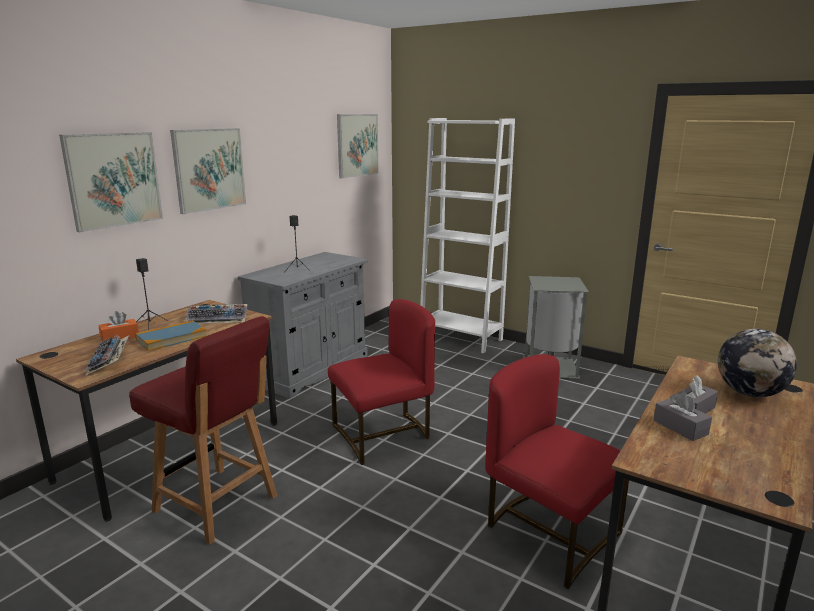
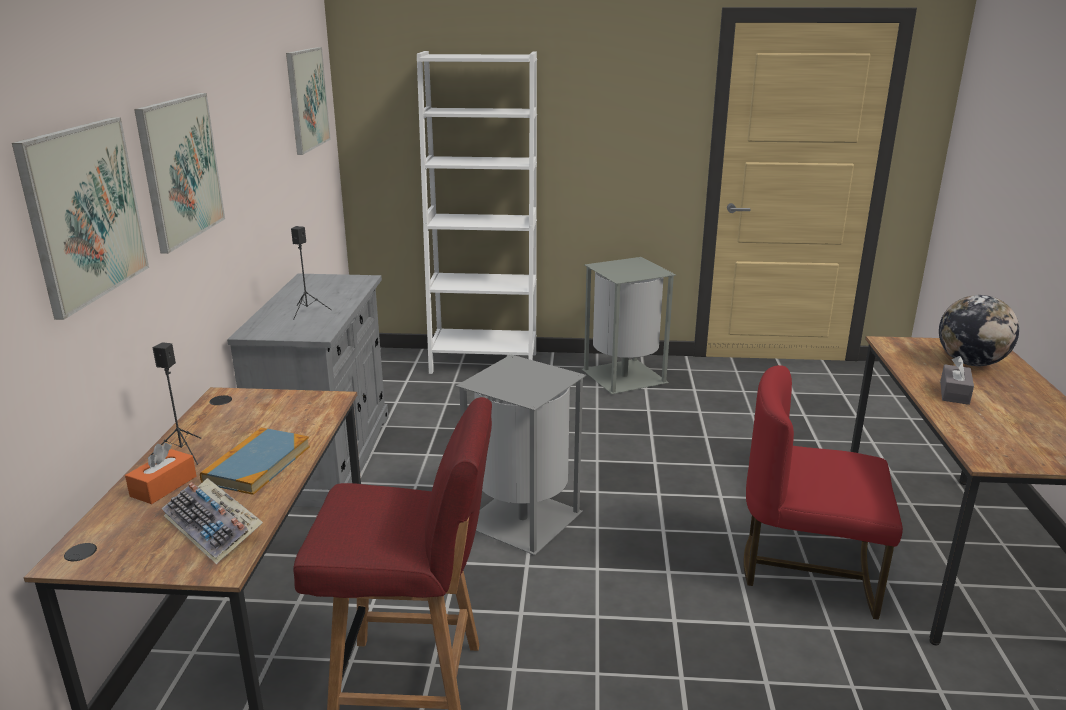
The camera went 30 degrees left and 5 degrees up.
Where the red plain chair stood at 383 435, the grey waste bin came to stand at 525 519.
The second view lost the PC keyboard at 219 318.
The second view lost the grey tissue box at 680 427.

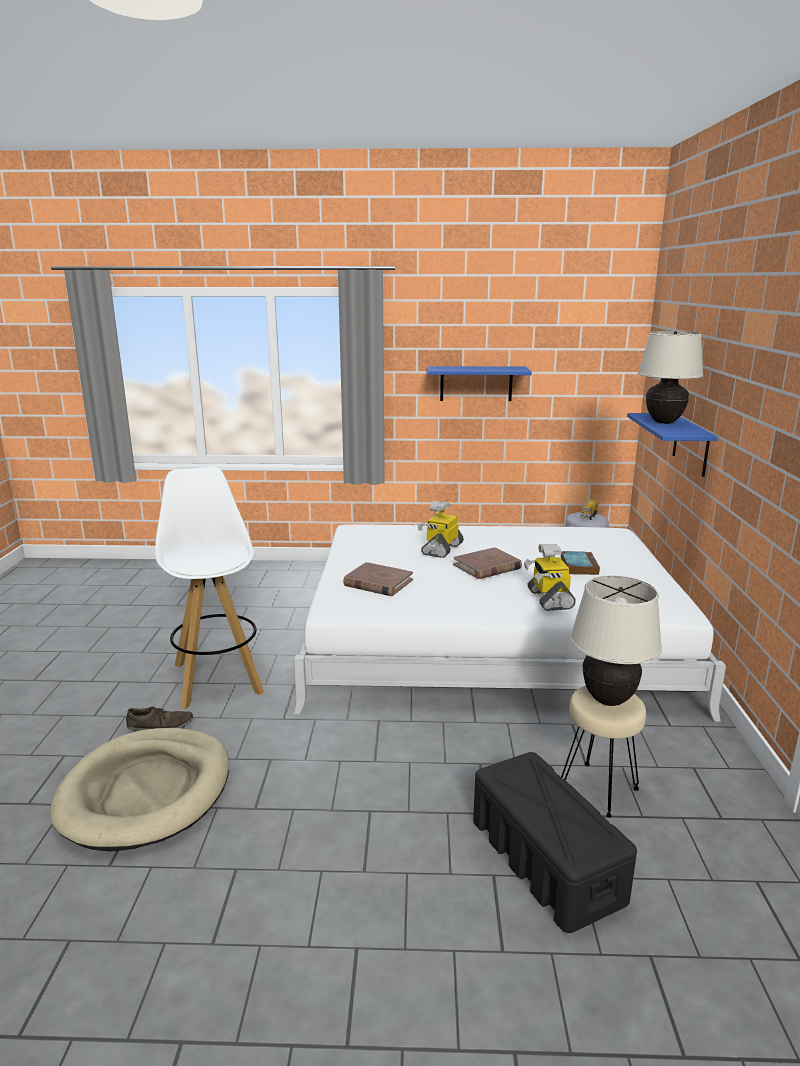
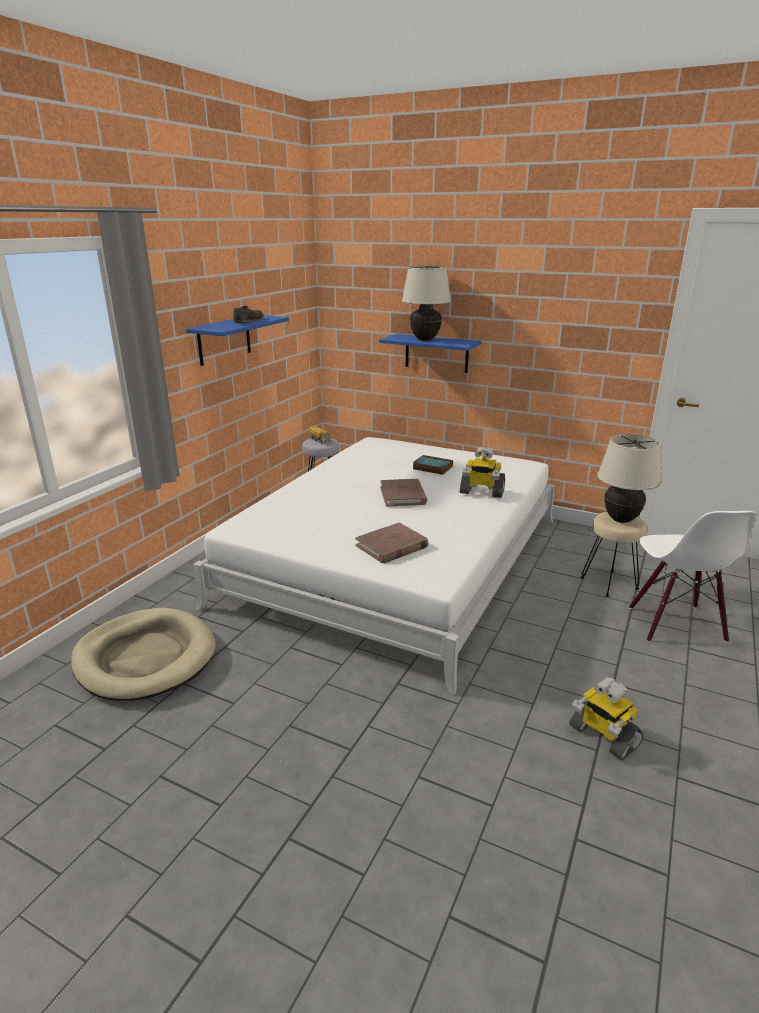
The camera went 65 degrees left and 5 degrees up.
The second view lost the white-coloured sitting stool at 217 677.
The model robot ended up elsewhere, having gone from 441 549 to 603 736.
The brown-coloured item of footwear ended up elsewhere, having gone from 160 725 to 249 321.
The sand-coloured dog cushion ended up elsewhere, having gone from 146 792 to 145 658.
Where the blackish storage container stood at 545 859, the white-coloured plain chair came to stand at 675 624.

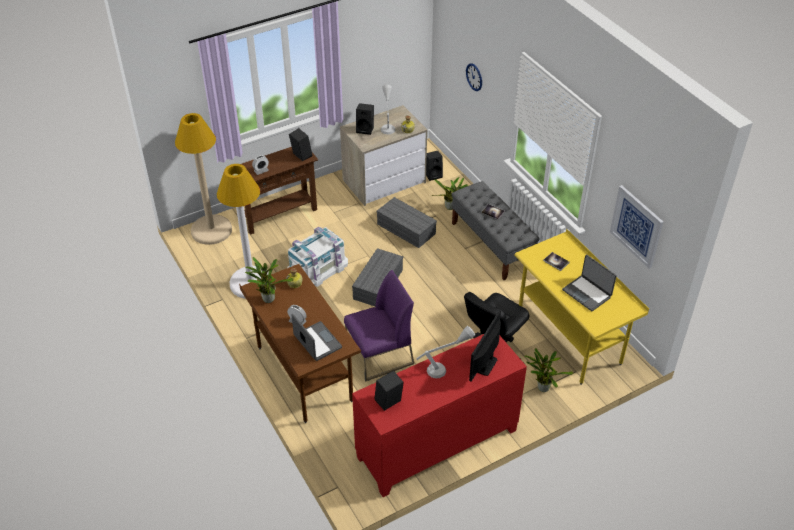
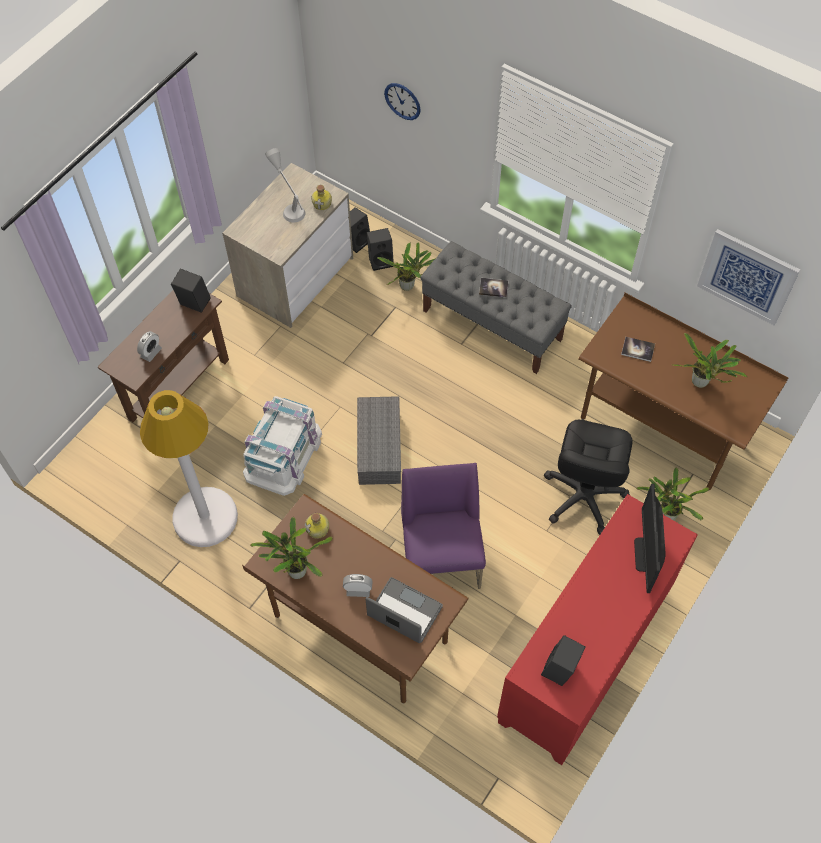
The camera went 25 degrees left and 15 degrees up.
The blackish audio speaker ended up elsewhere, having gone from 365 129 to 381 260.
The second view lost the sand-coloured floor lamp at 211 230.
The second view lost the grey storage container at 407 229.
What was the yellowish desk at 569 339 turned into the brown-coloured desk at 660 429.
Where the portable computer stood at 587 293, the potted plant came to stand at 701 383.
The purple-coloured plain chair at 379 355 ended up facing another way, 45 degrees counterclockwise from before.
The second view lost the grey lamp for a table at 445 367.

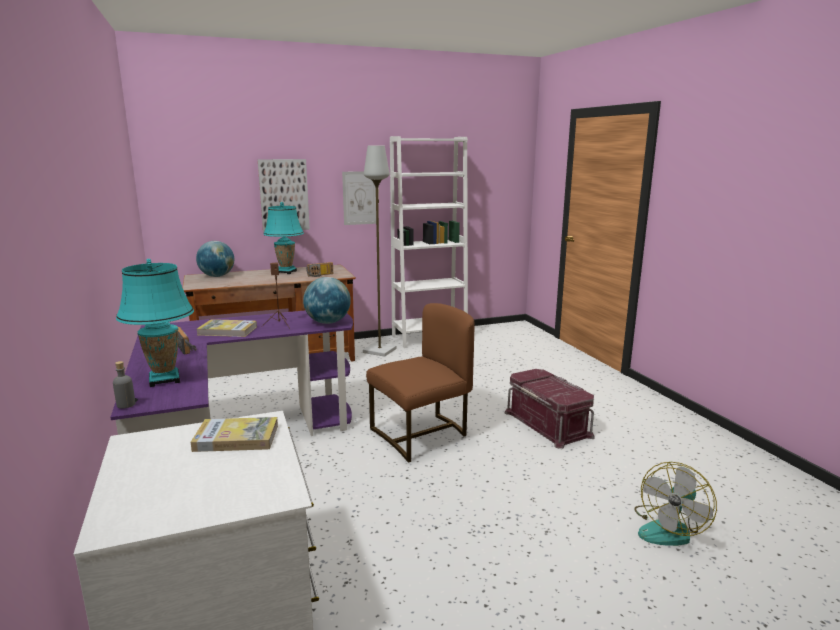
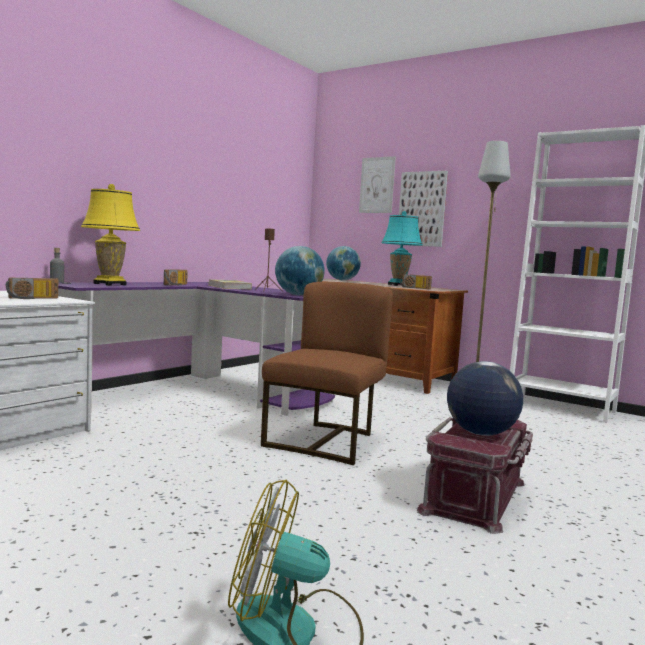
The camera went 55 degrees right and 10 degrees down.
The wall art ended up elsewhere, having gone from 360 198 to 377 185.
What was the blue-green lamp for a table at 164 380 turned into the yellowish lamp for a table at 109 284.
The brown-coloured plain chair at 421 435 ended up facing another way, 90 degrees counterclockwise from before.
Where the bound book stood at 236 438, the radio receiver came to stand at 33 298.
The second view gained the globe at 481 433.

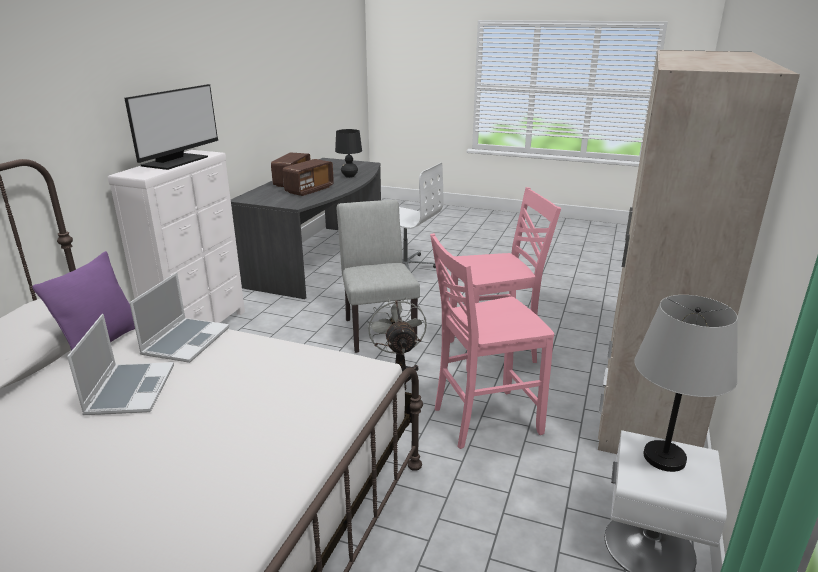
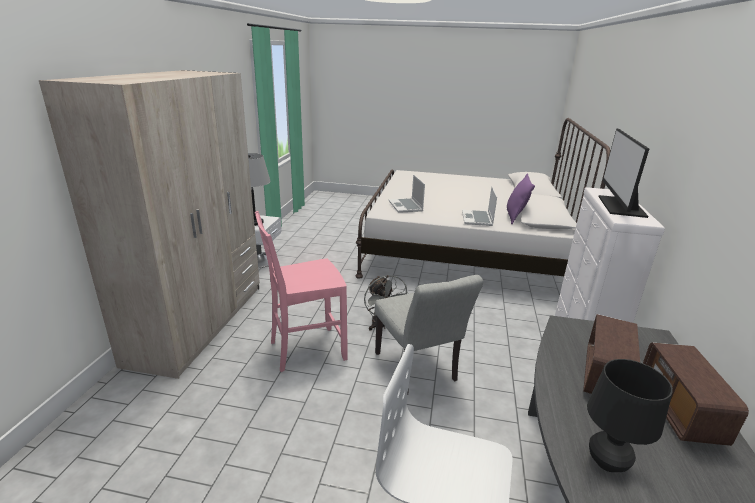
The camera went 170 degrees right and 0 degrees up.
The second view lost the pinkish plain chair at 483 419.
The portable computer ended up elsewhere, having gone from 130 389 to 406 206.

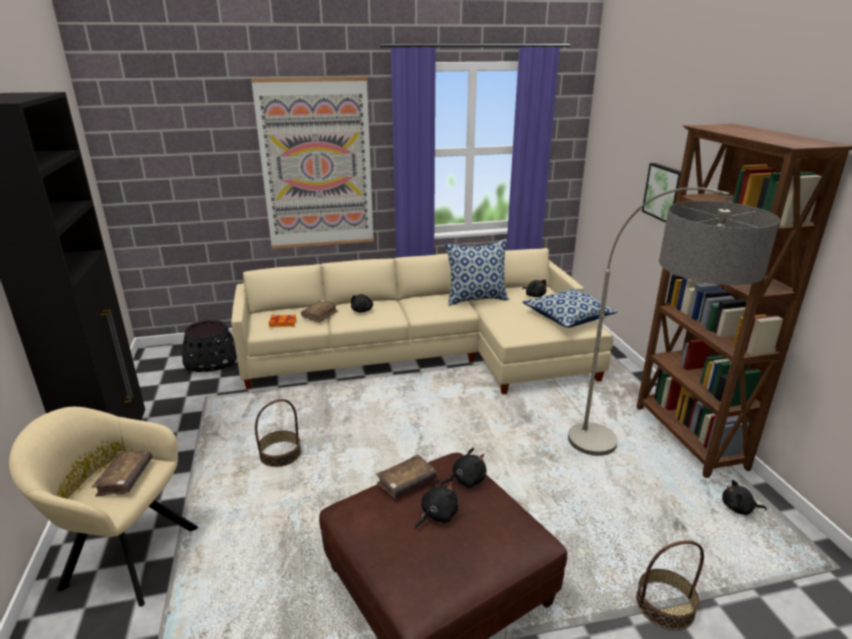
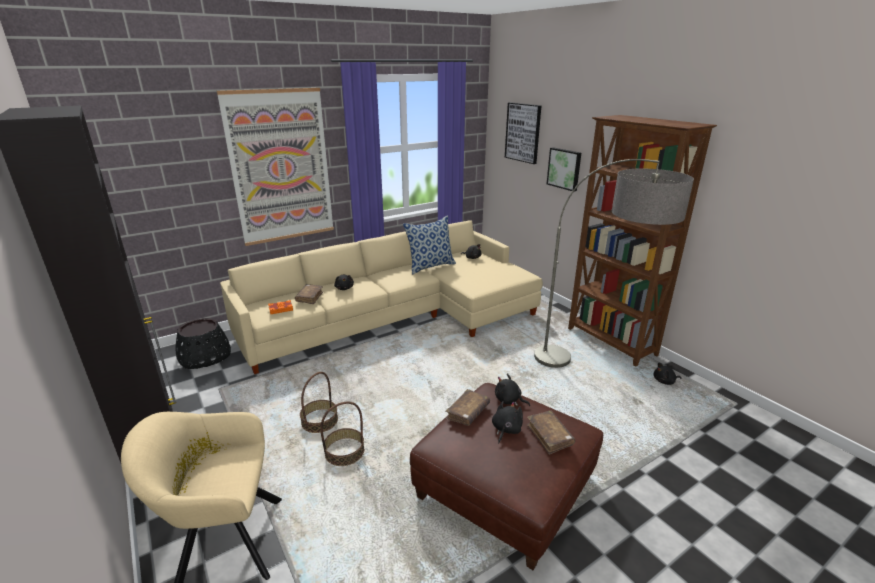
The camera went 20 degrees left and 0 degrees up.
The second view lost the throw pillow at 568 318.
The blackish plush toy at 466 480 ended up facing another way, 105 degrees counterclockwise from before.
The brown-coloured bound book ended up elsewhere, having gone from 125 478 to 549 436.
The household basket ended up elsewhere, having gone from 665 605 to 344 452.
The second view gained the wall art at 523 132.

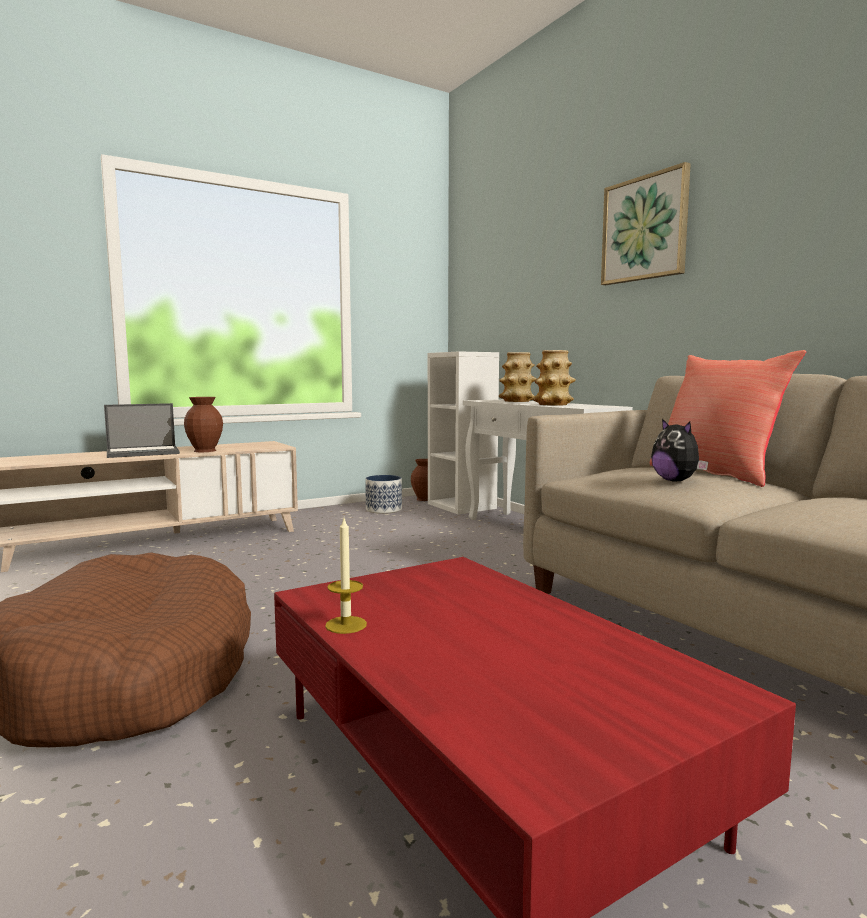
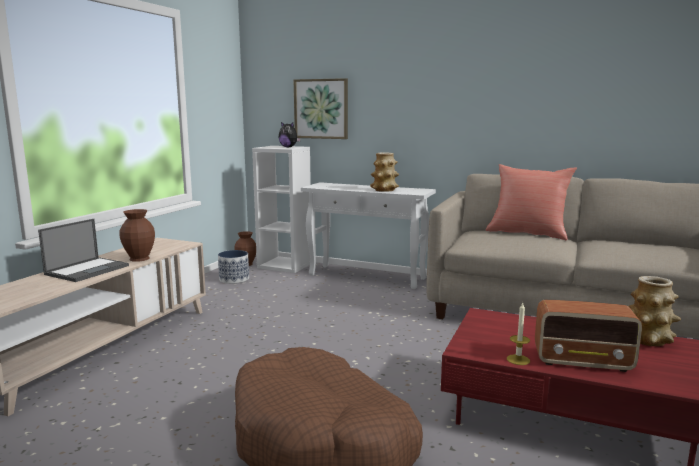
The camera went 35 degrees left and 5 degrees up.
The wall art ended up elsewhere, having gone from 645 229 to 321 109.
The vase ended up elsewhere, having gone from 517 401 to 648 340.
The plush toy ended up elsewhere, having gone from 676 481 to 289 147.
The second view gained the radio receiver at 583 361.

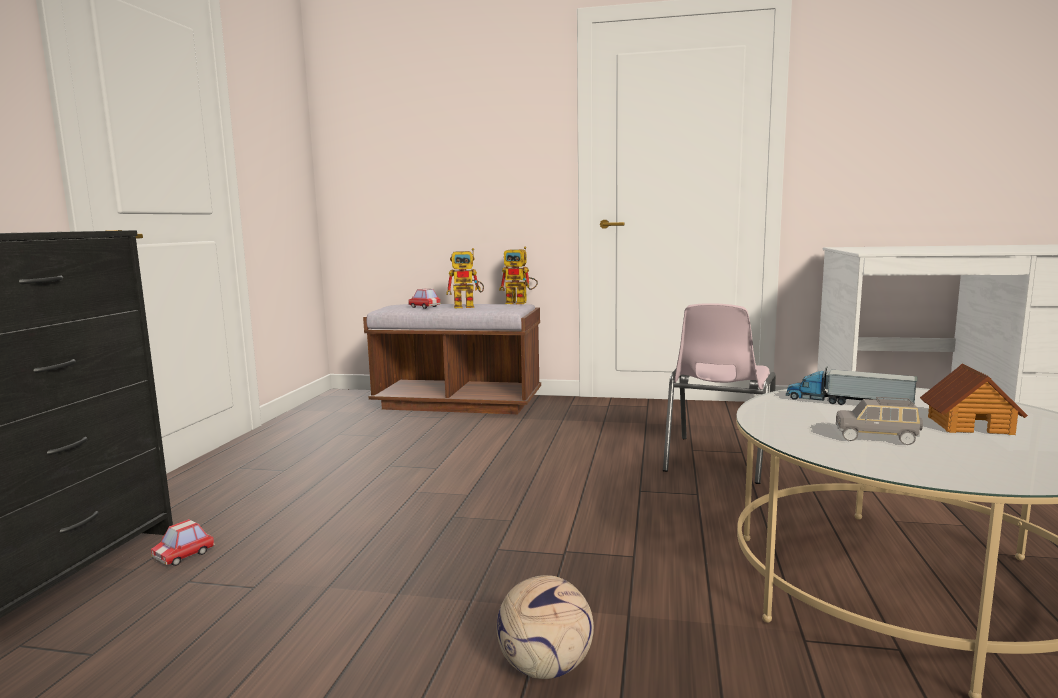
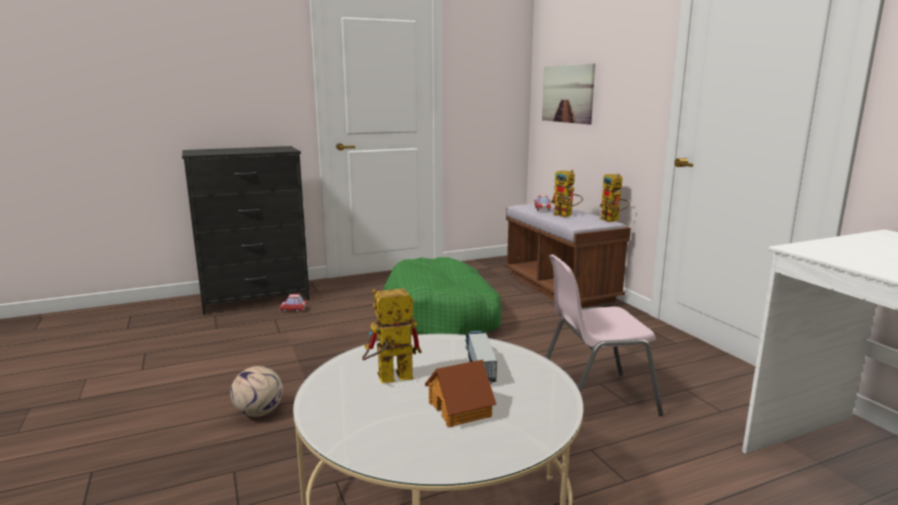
The camera went 55 degrees right and 5 degrees up.
Where the grey model car stood at 877 438, the model robot came to stand at 387 379.
The second view gained the wall art at 567 93.
The second view gained the green dog cushion at 443 316.

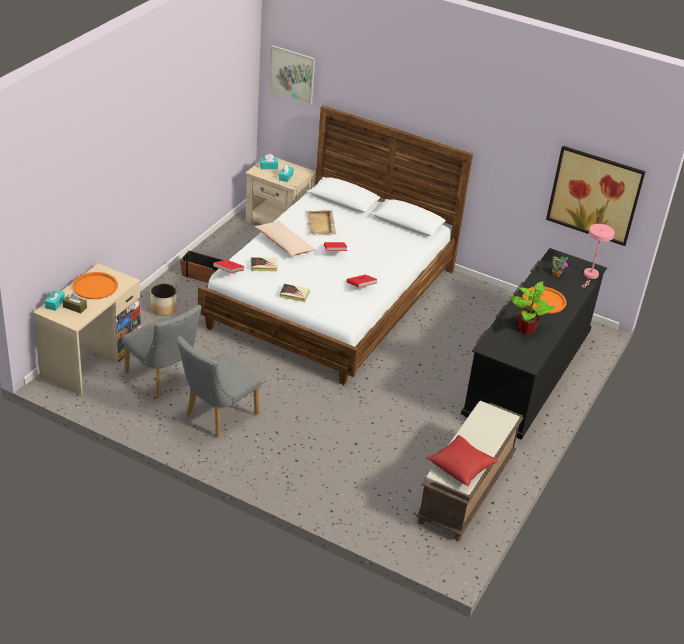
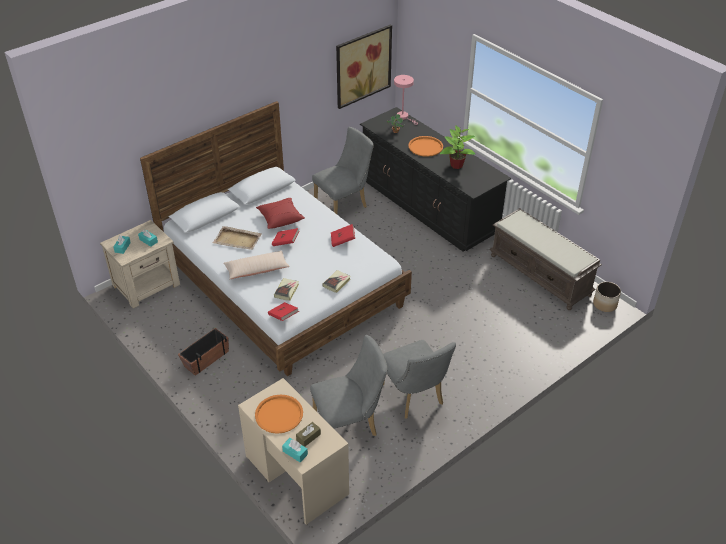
The camera went 65 degrees left and 5 degrees up.
The second view lost the wall art at 292 74.
The plant pot ended up elsewhere, having gone from 163 308 to 604 304.
The red throw pillow ended up elsewhere, having gone from 461 466 to 280 218.
The second view gained the grey plain chair at 344 204.

